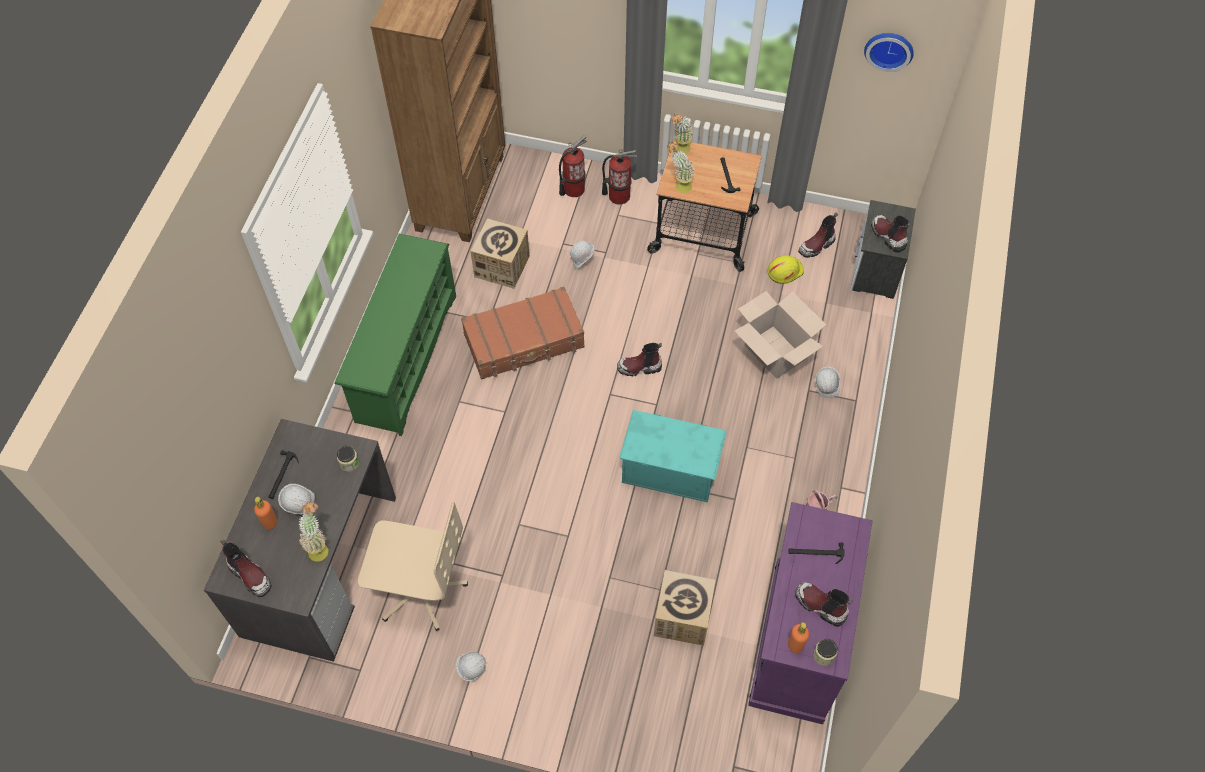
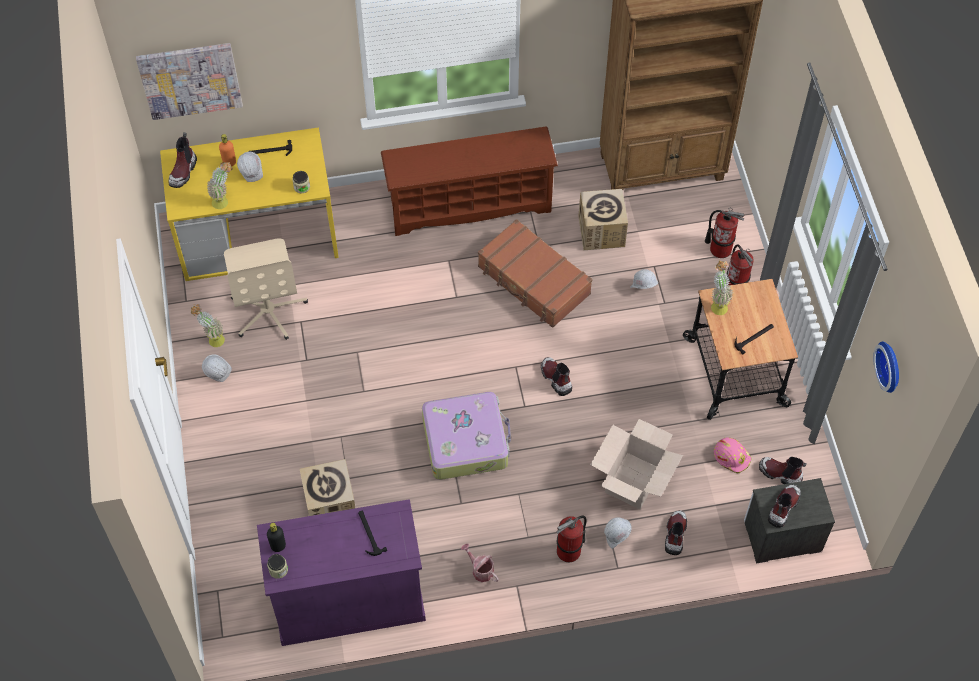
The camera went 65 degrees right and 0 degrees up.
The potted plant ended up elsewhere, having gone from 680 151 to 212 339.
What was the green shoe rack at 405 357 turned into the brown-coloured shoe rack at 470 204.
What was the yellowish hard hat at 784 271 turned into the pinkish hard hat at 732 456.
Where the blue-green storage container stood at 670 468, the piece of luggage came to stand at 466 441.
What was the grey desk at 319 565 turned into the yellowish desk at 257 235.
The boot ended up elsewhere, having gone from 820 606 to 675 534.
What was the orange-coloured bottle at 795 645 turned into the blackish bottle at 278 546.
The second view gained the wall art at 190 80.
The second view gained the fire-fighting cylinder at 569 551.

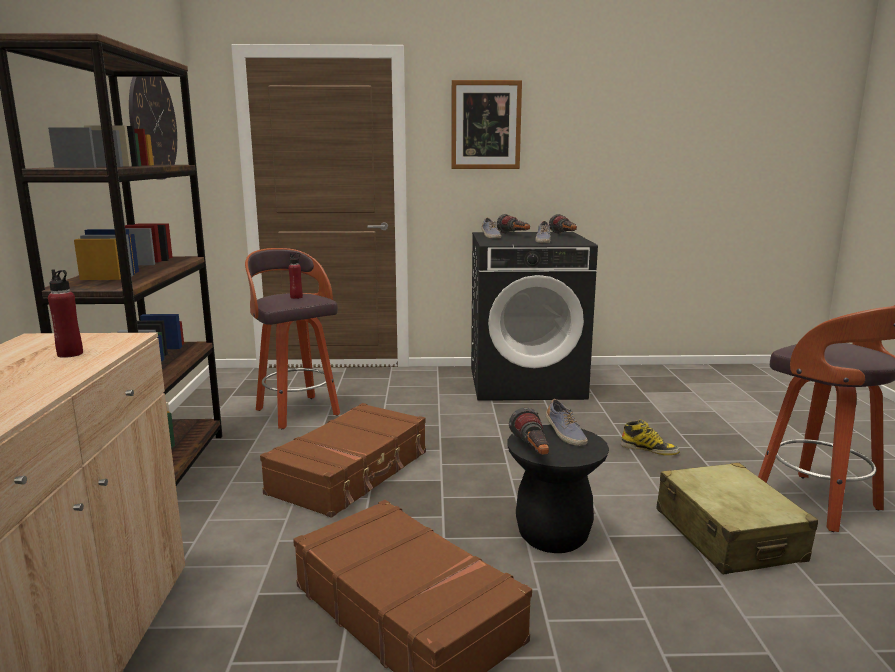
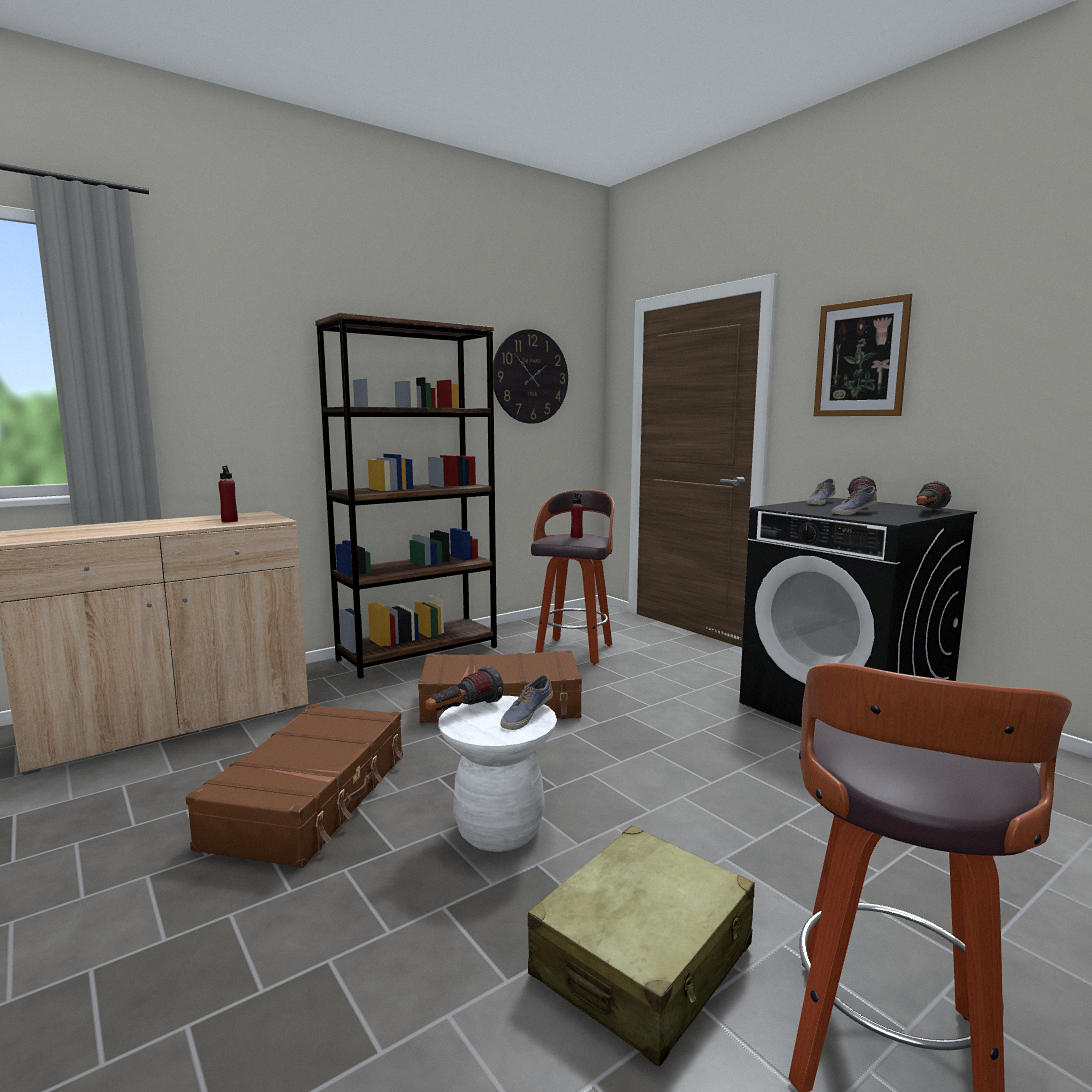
The camera went 55 degrees right and 5 degrees down.
The second view lost the boot at 649 449.
What was the blackish sitting stool at 553 536 turned into the white-coloured sitting stool at 499 830.

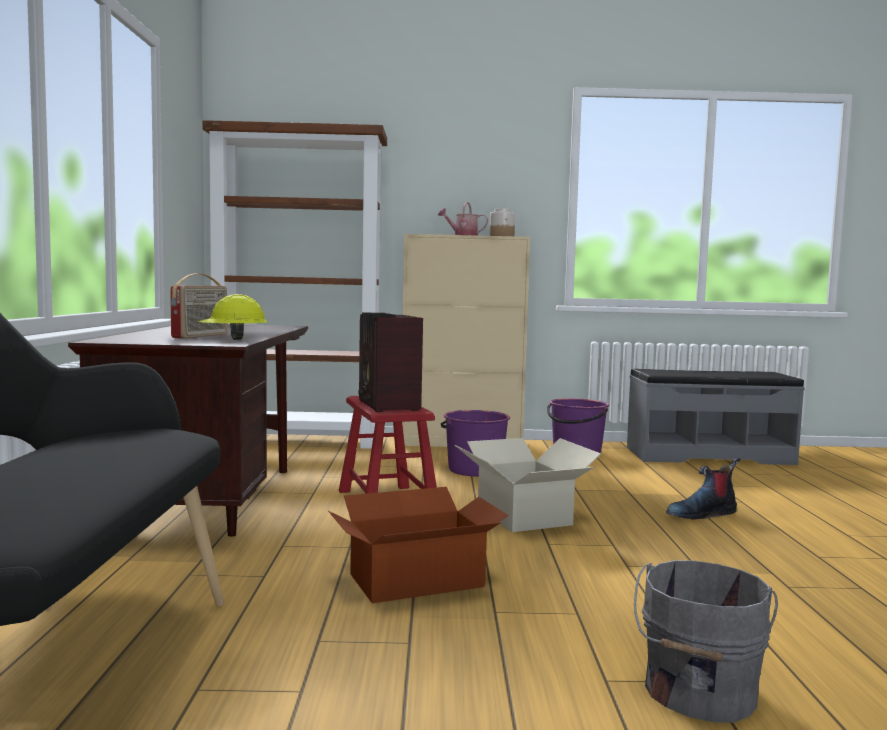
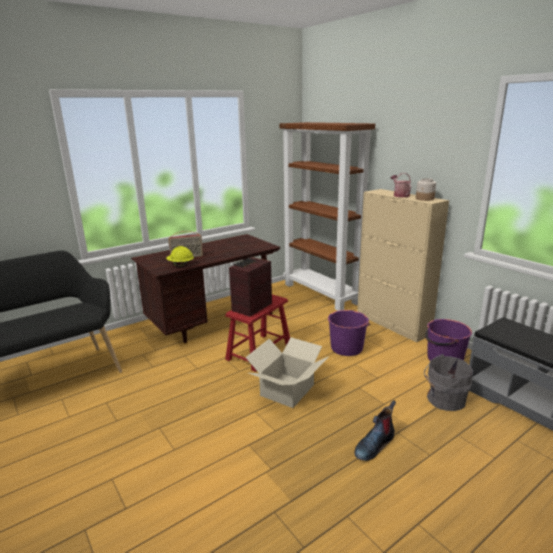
The camera went 55 degrees right and 15 degrees up.
The boot at 701 514 ended up facing another way, 75 degrees counterclockwise from before.
The second view lost the carton at 415 580.
The grey pail ended up elsewhere, having gone from 698 693 to 444 399.

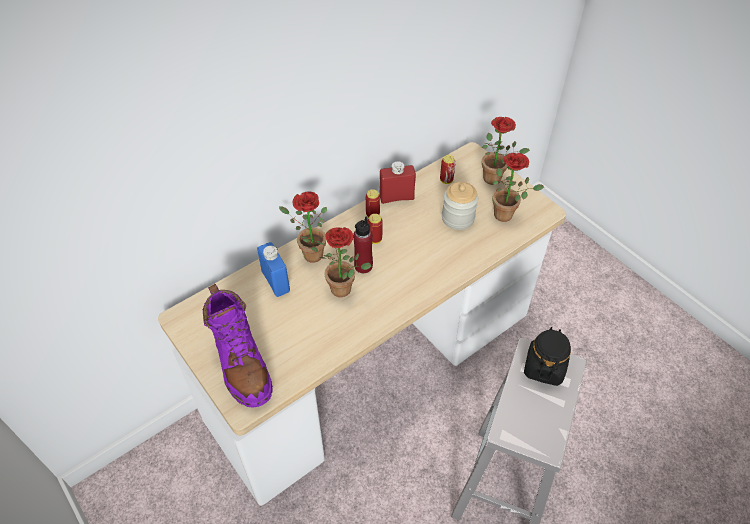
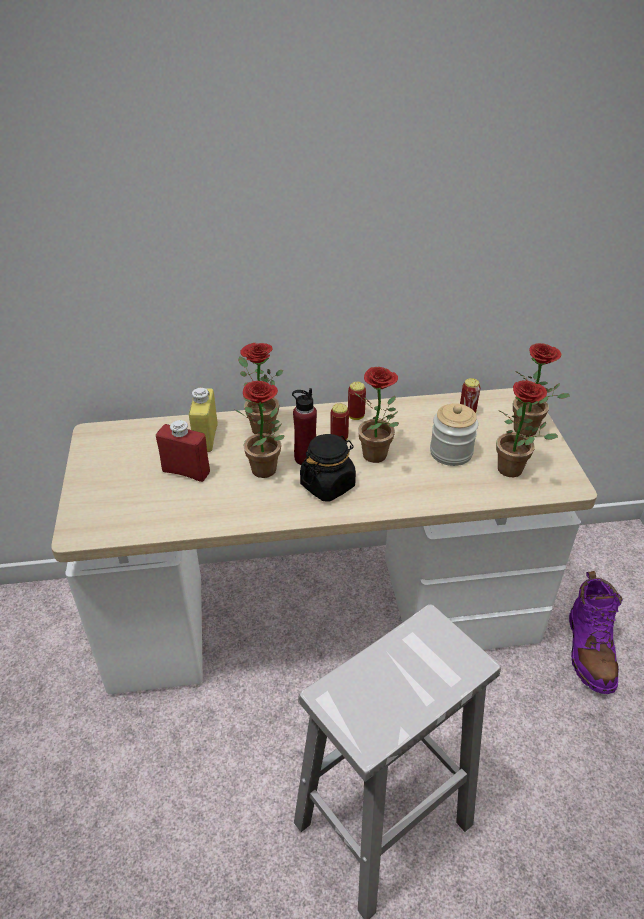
The camera went 30 degrees right and 10 degrees down.
The red bottle ended up elsewhere, having gone from 396 197 to 186 471.
What was the blue-coloured bottle at 276 281 turned into the yellowish bottle at 206 438.
The purple-coloured boot ended up elsewhere, having gone from 241 363 to 589 650.
The blackish storage jar ended up elsewhere, having gone from 544 367 to 328 485.
The second view gained the potted plant at 378 457.

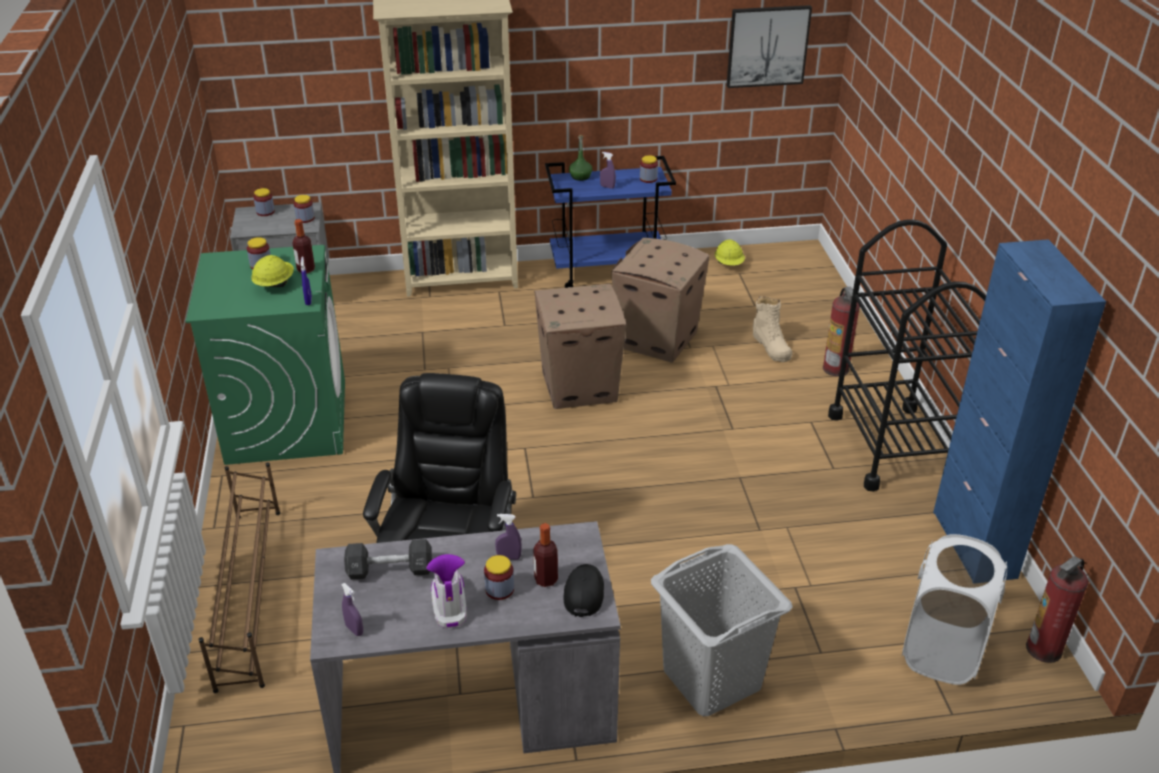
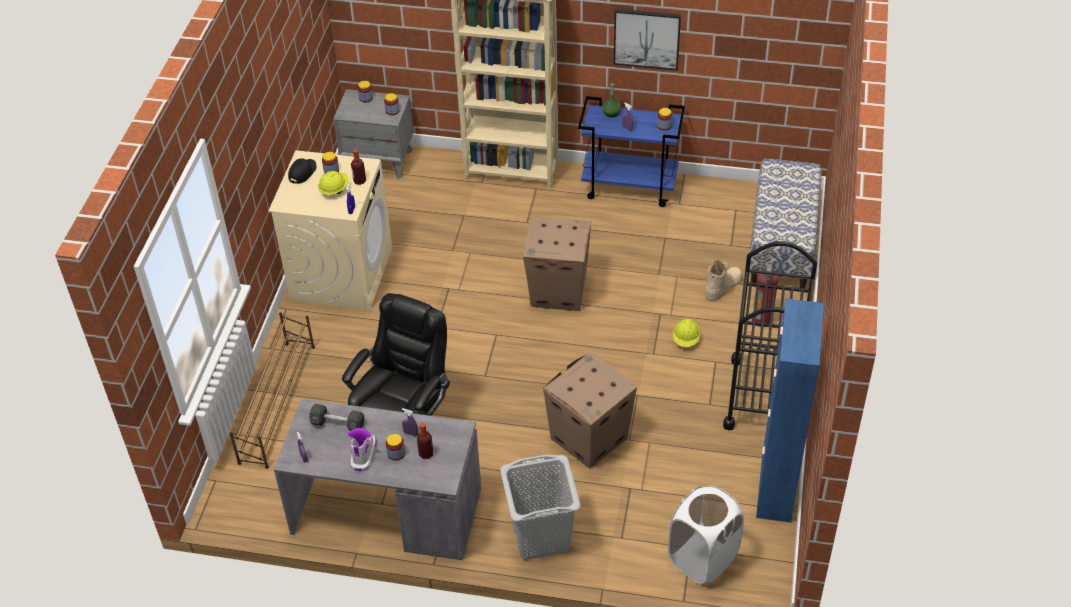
The camera went 20 degrees right and 10 degrees up.
The wall art ended up elsewhere, having gone from 767 46 to 647 38.
The carton ended up elsewhere, having gone from 656 340 to 588 439.
The yellowish hard hat ended up elsewhere, having gone from 729 264 to 686 340.
What was the green washing machine at 287 420 turned into the sand-coloured washing machine at 342 273.
The sand-coloured boot at 771 346 ended up facing another way, 135 degrees counterclockwise from before.
The second view lost the fire-fighting cylinder at 1044 649.
The blackish cap ended up elsewhere, having gone from 584 593 to 302 173.
The second view gained the bench at 782 246.

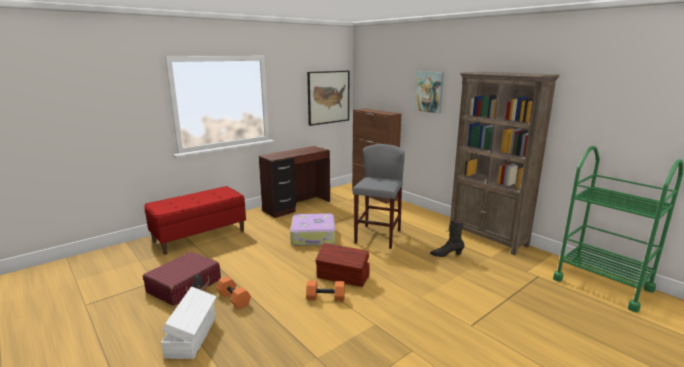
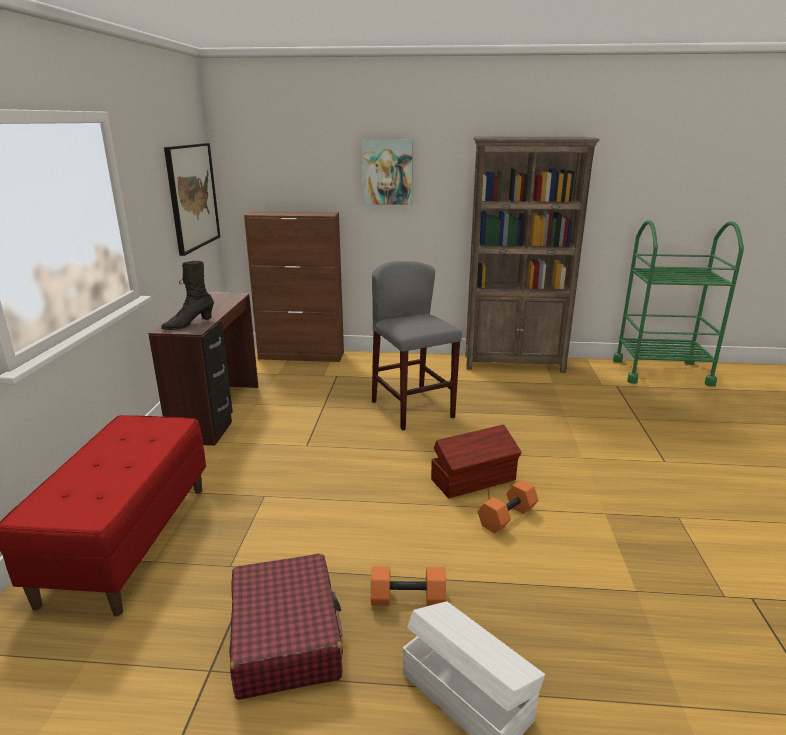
The camera went 45 degrees left and 5 degrees up.
The second view lost the piece of luggage at 313 237.
The blackish boot ended up elsewhere, having gone from 446 255 to 189 324.

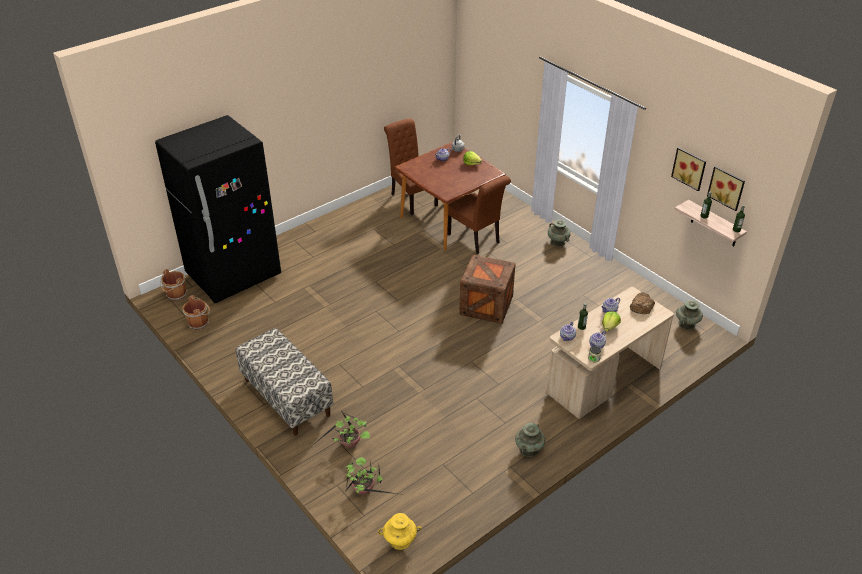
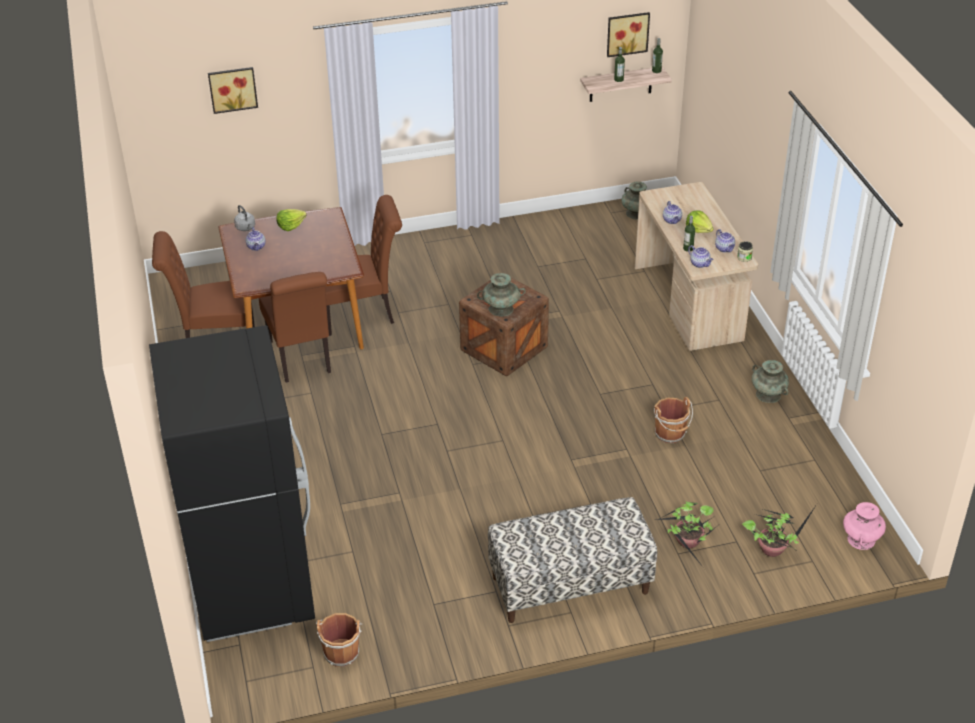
The camera went 65 degrees left and 0 degrees up.
The wall art ended up elsewhere, having gone from 689 168 to 232 88.
The blue-green vase ended up elsewhere, having gone from 558 242 to 501 309.
The brown-coloured pail ended up elsewhere, having gone from 176 295 to 670 434.
The second view lost the bread at 641 306.
What was the yellowish vase at 400 540 turned into the pinkish vase at 861 540.
The second view gained the brown-coloured plain chair at 301 359.

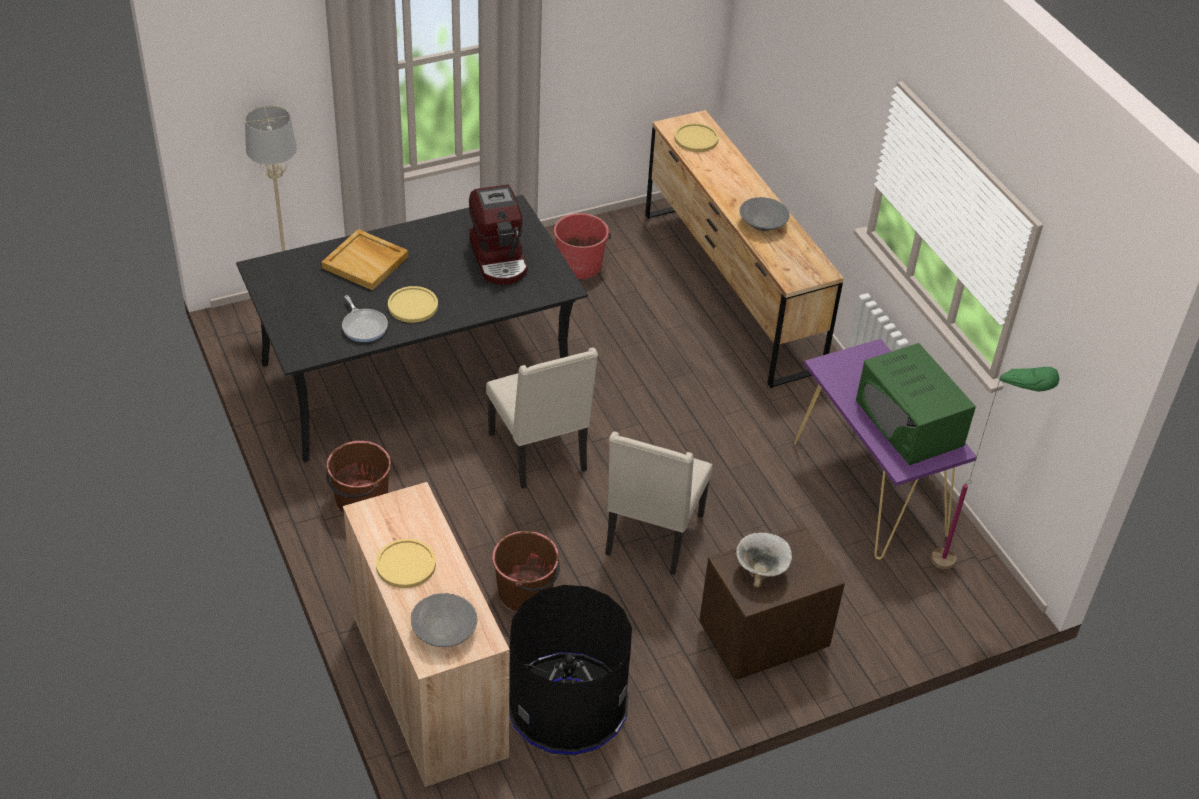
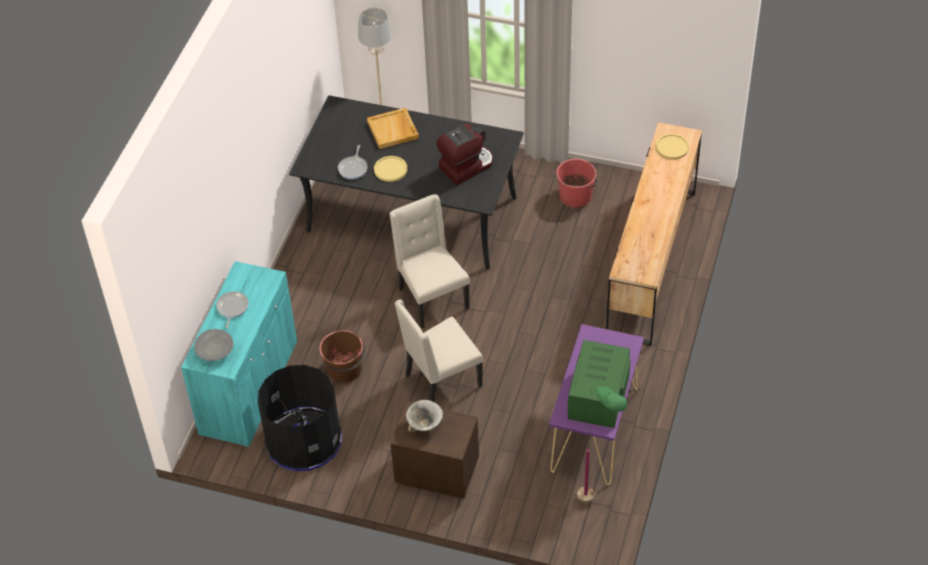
The camera went 45 degrees right and 5 degrees up.
The coffee brewer at 499 259 ended up facing another way, 150 degrees counterclockwise from before.
The second view lost the grey bowl at 763 224.
The sand-coloured plain chair at 540 453 ended up facing another way, 135 degrees clockwise from before.
The second view lost the brown-coloured pail at 361 500.
What was the sand-coloured cabinet at 429 687 turned into the blue-green cabinet at 249 388.
Where the yellowish flat dish stood at 406 564, the pan came to stand at 232 308.

